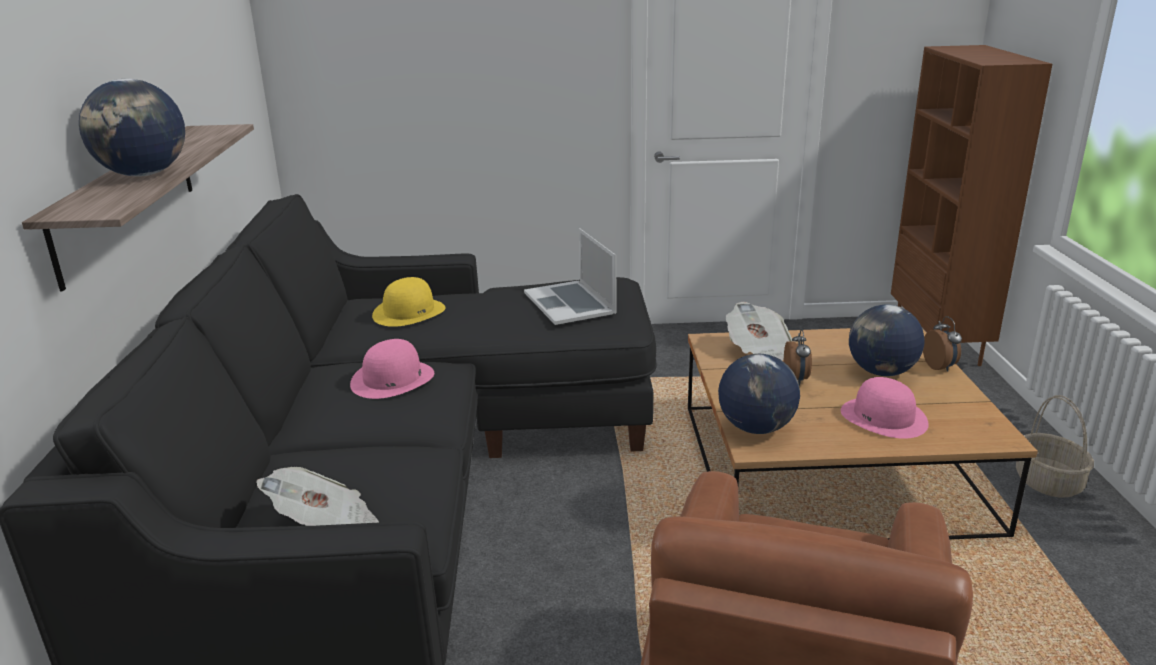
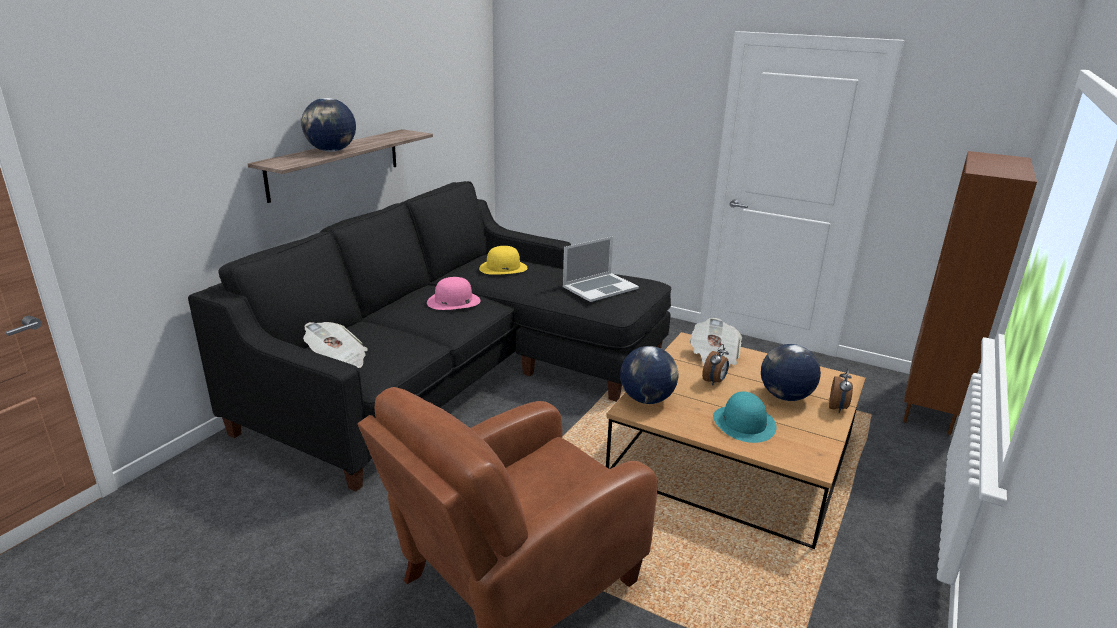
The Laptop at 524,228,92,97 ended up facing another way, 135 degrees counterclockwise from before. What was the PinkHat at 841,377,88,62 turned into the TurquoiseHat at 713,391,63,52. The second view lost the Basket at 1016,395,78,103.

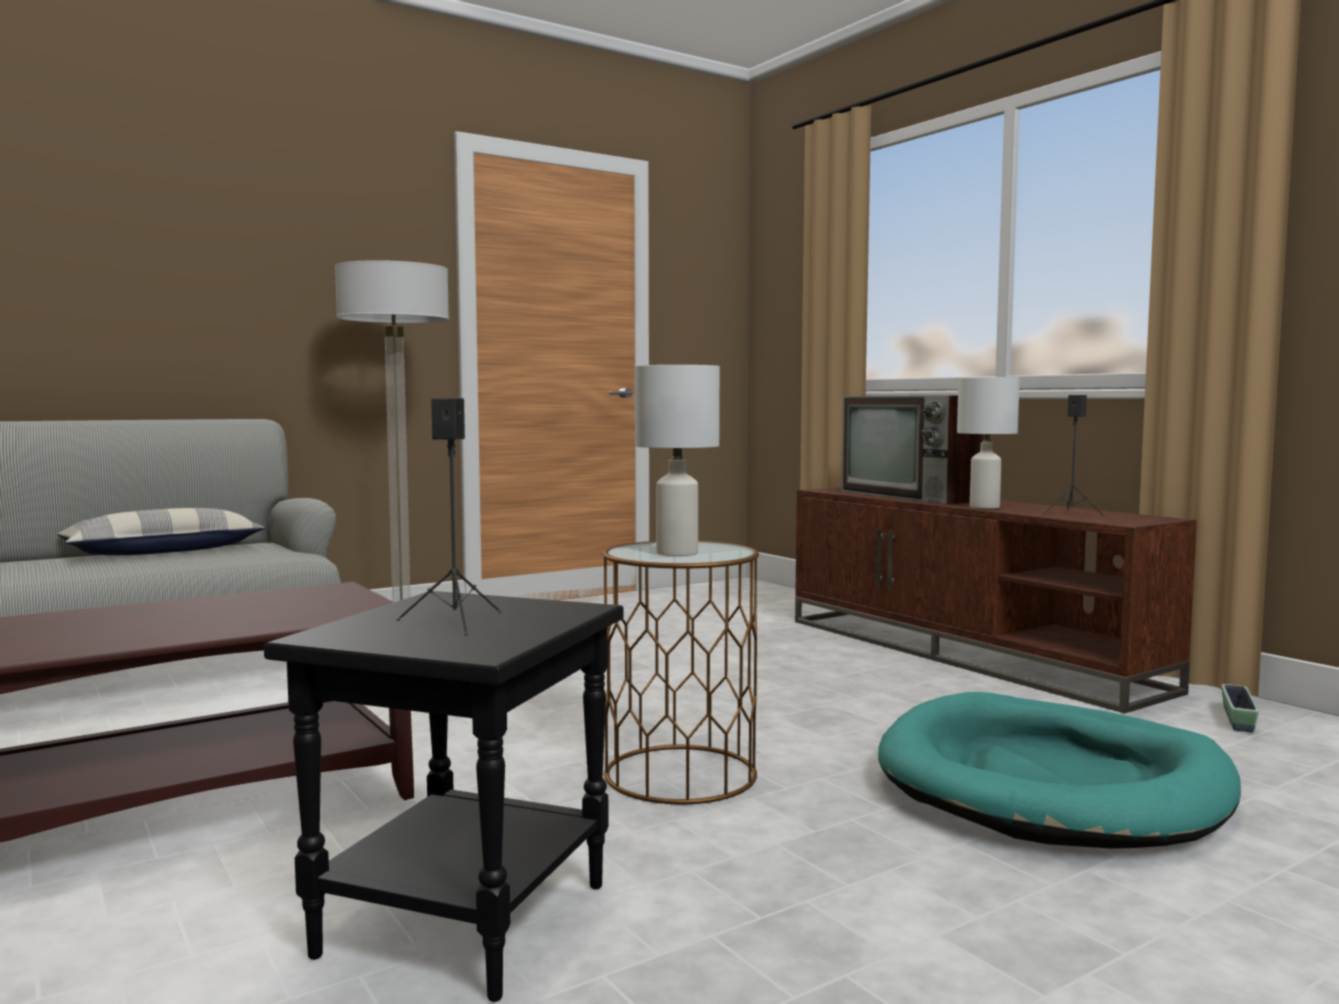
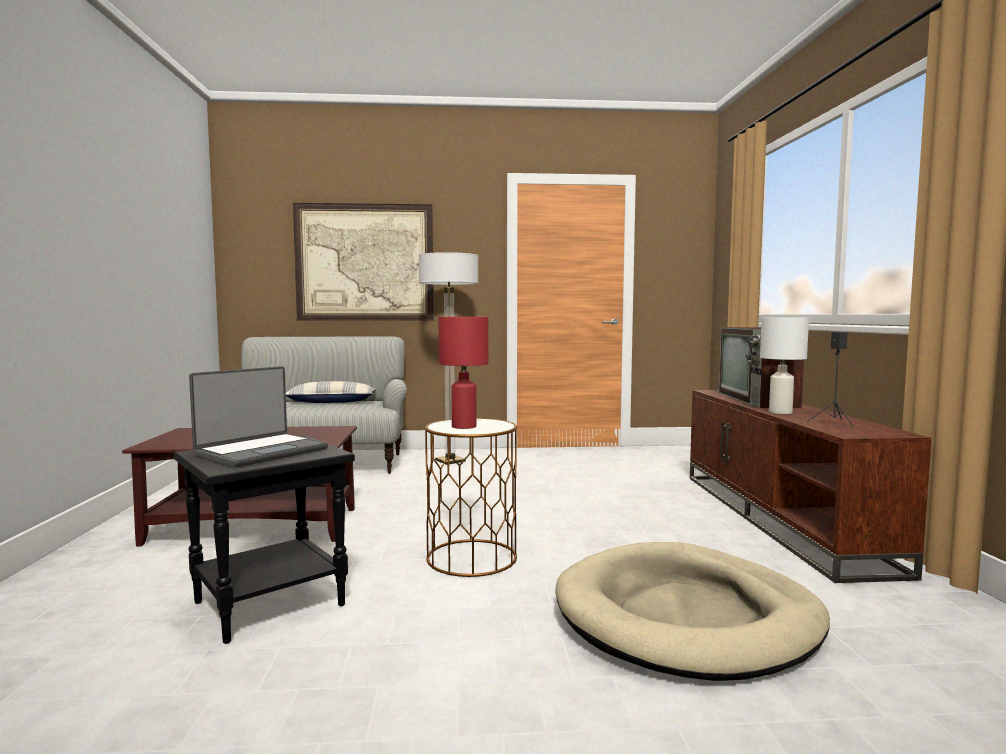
What was the WhiteTableLamp at 635,365,85,191 turned into the RedTableLamp at 438,317,50,112. Where the BlackSpeaker stood at 396,398,105,237, the Laptop came to stand at 189,366,139,102. The second view lost the Planter at 1221,684,38,48. What was the TurquoiseDogBed at 878,692,363,157 turned into the BeigeDogBed at 555,542,275,139. The second view gained the Picture at 293,203,141,118.

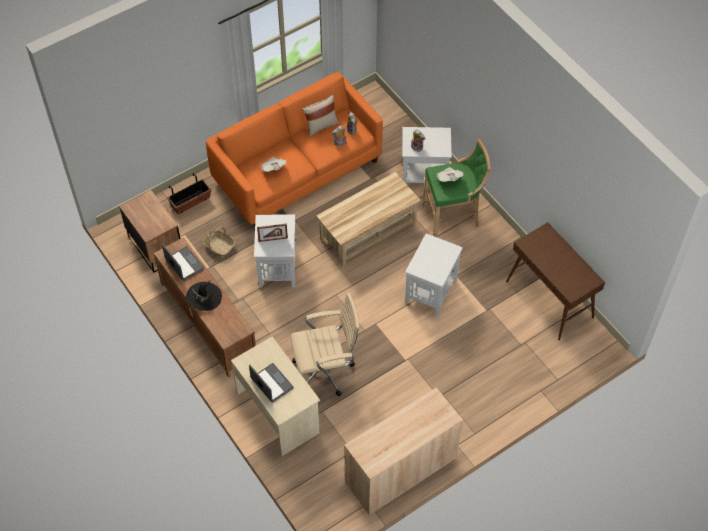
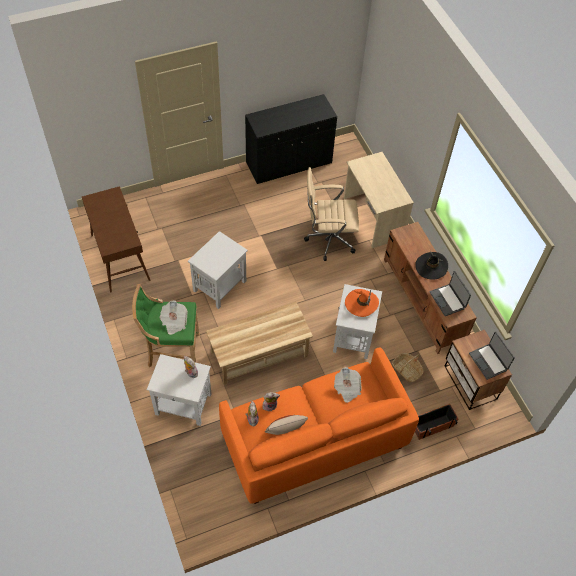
Where the PictureFrame stood at 257,223,31,19, the OrangeHat came to stand at 345,289,34,28. The Laptop ended up elsewhere, having gone from 249,363,45,39 to 469,332,46,48. What was the BeigeCabinet at 344,388,119,127 turned into the BlackCabinet at 245,94,92,90.

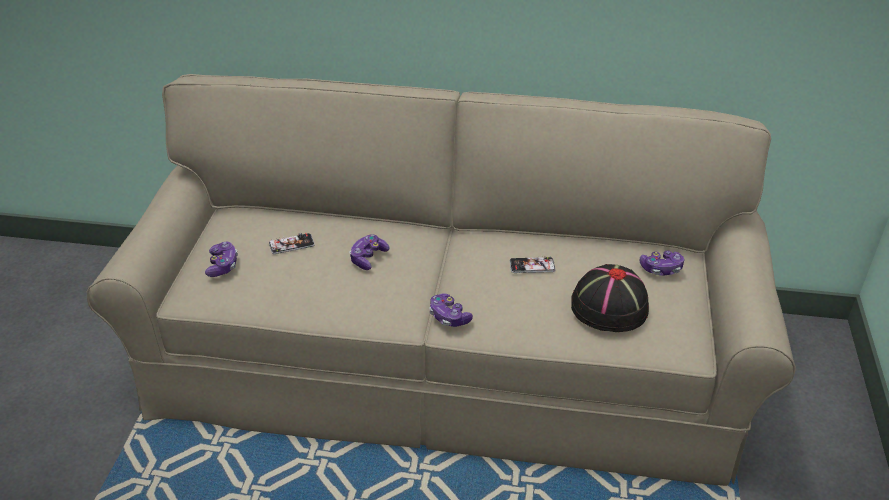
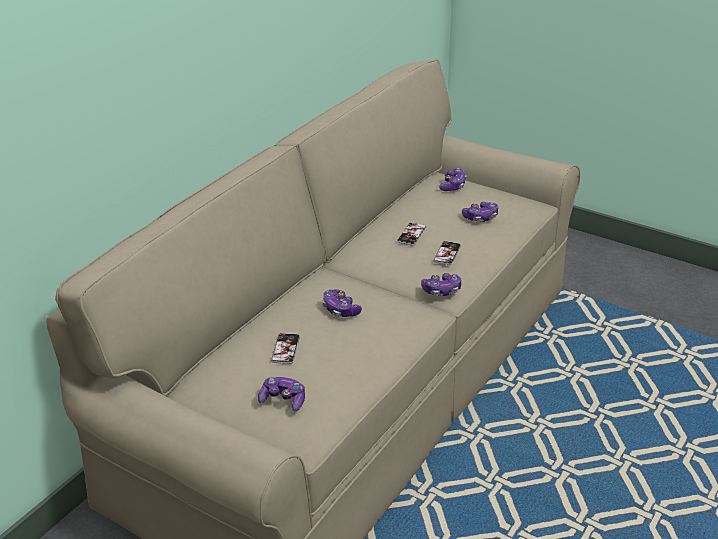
Where the BlackHat stood at 571,264,78,68, the GameController came to stand at 462,202,36,20. The second view gained the Phone at 433,241,28,24.

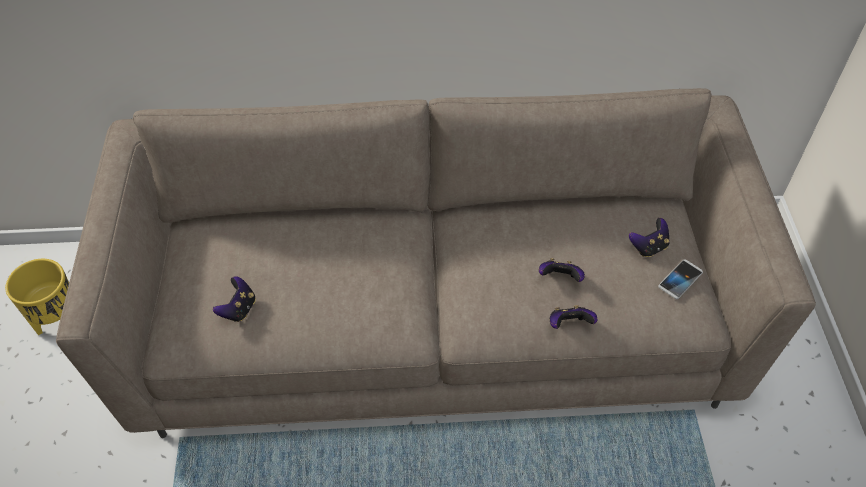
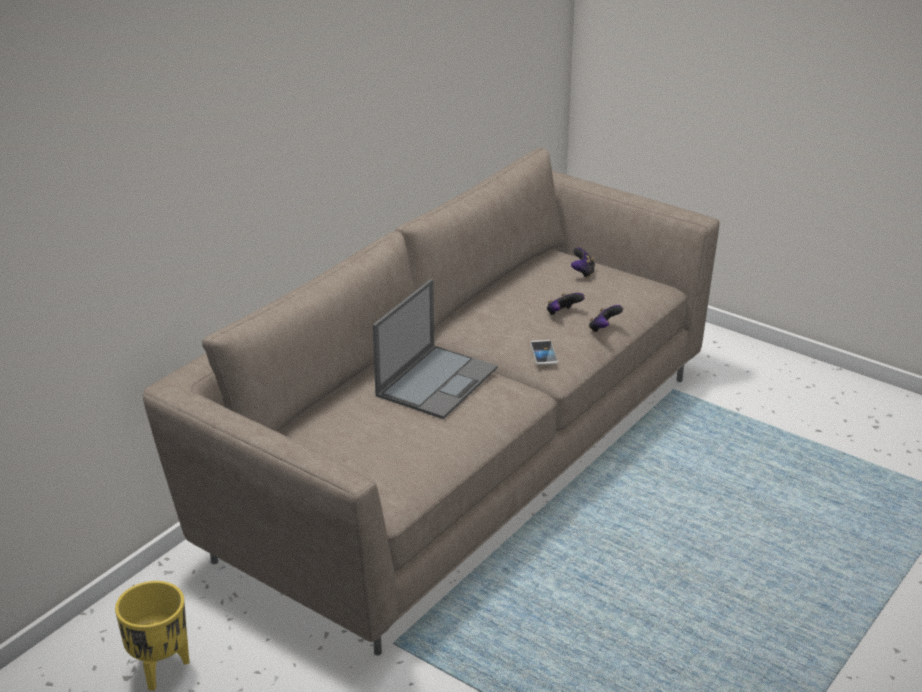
The Phone ended up elsewhere, having gone from 658,259,45,40 to 530,340,28,25. The second view lost the GameController at 213,276,43,46. The second view gained the Laptop at 373,279,125,140.

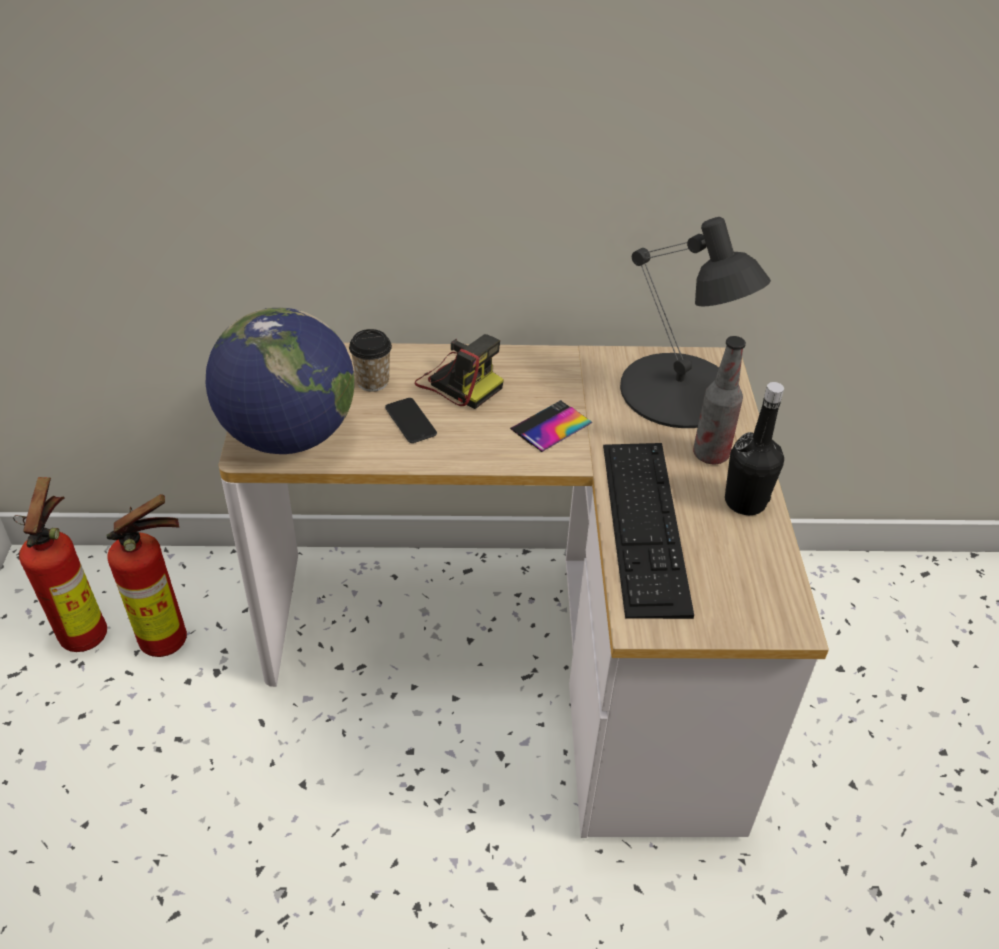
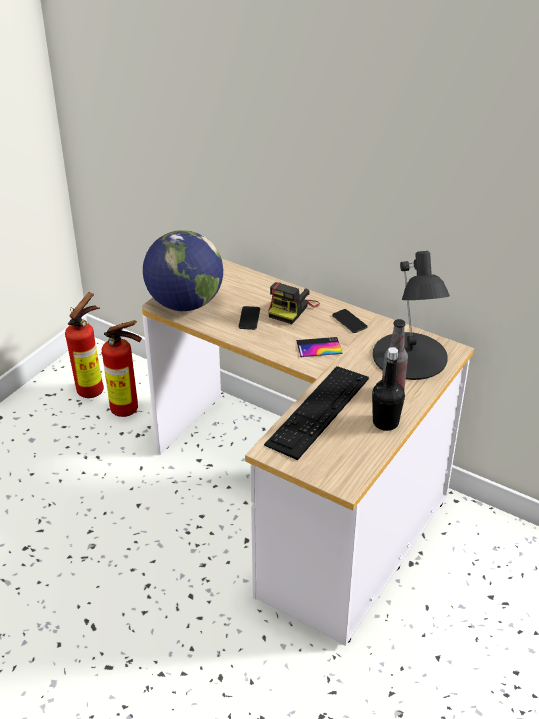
The second view lost the Cup at 349,329,43,63. The PhotoCamera at 415,334,89,75 ended up facing another way, 45 degrees clockwise from before. The second view gained the Phone at 332,309,36,24.

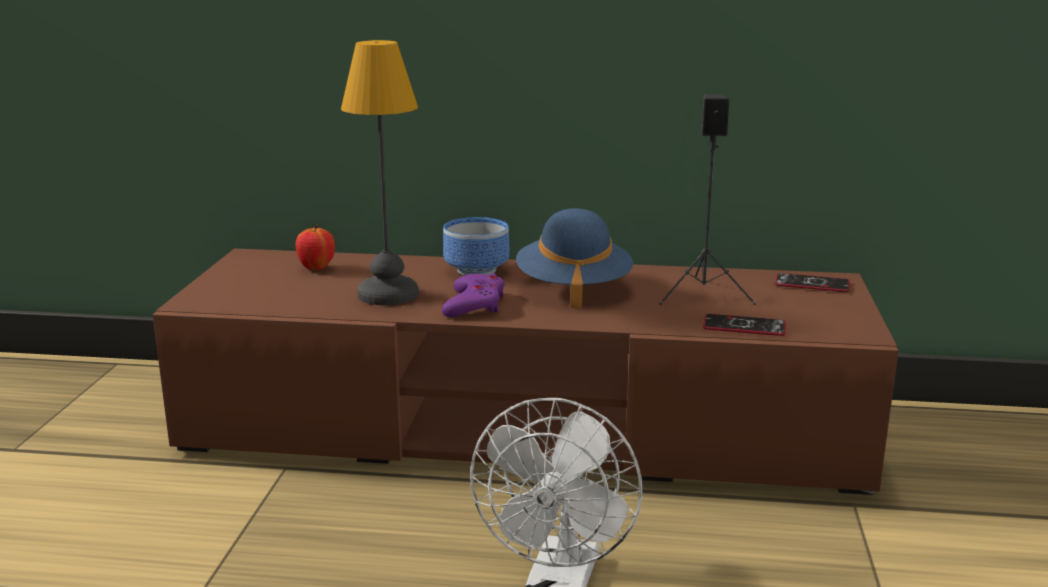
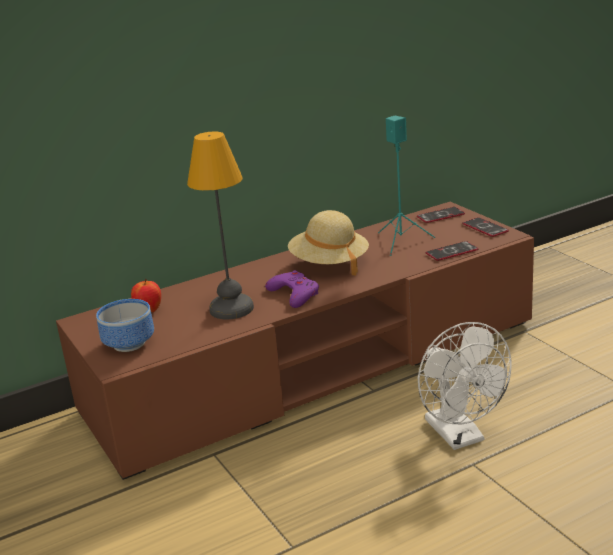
What was the BlackSpeaker at 659,94,97,211 turned into the TurquoiseSpeaker at 378,116,57,140. What was the BlueHat at 516,208,117,102 turned into the BeigeHat at 288,210,81,65. The Bowl ended up elsewhere, having gone from 443,217,67,59 to 96,299,58,53. The second view gained the Phone at 462,217,47,20.

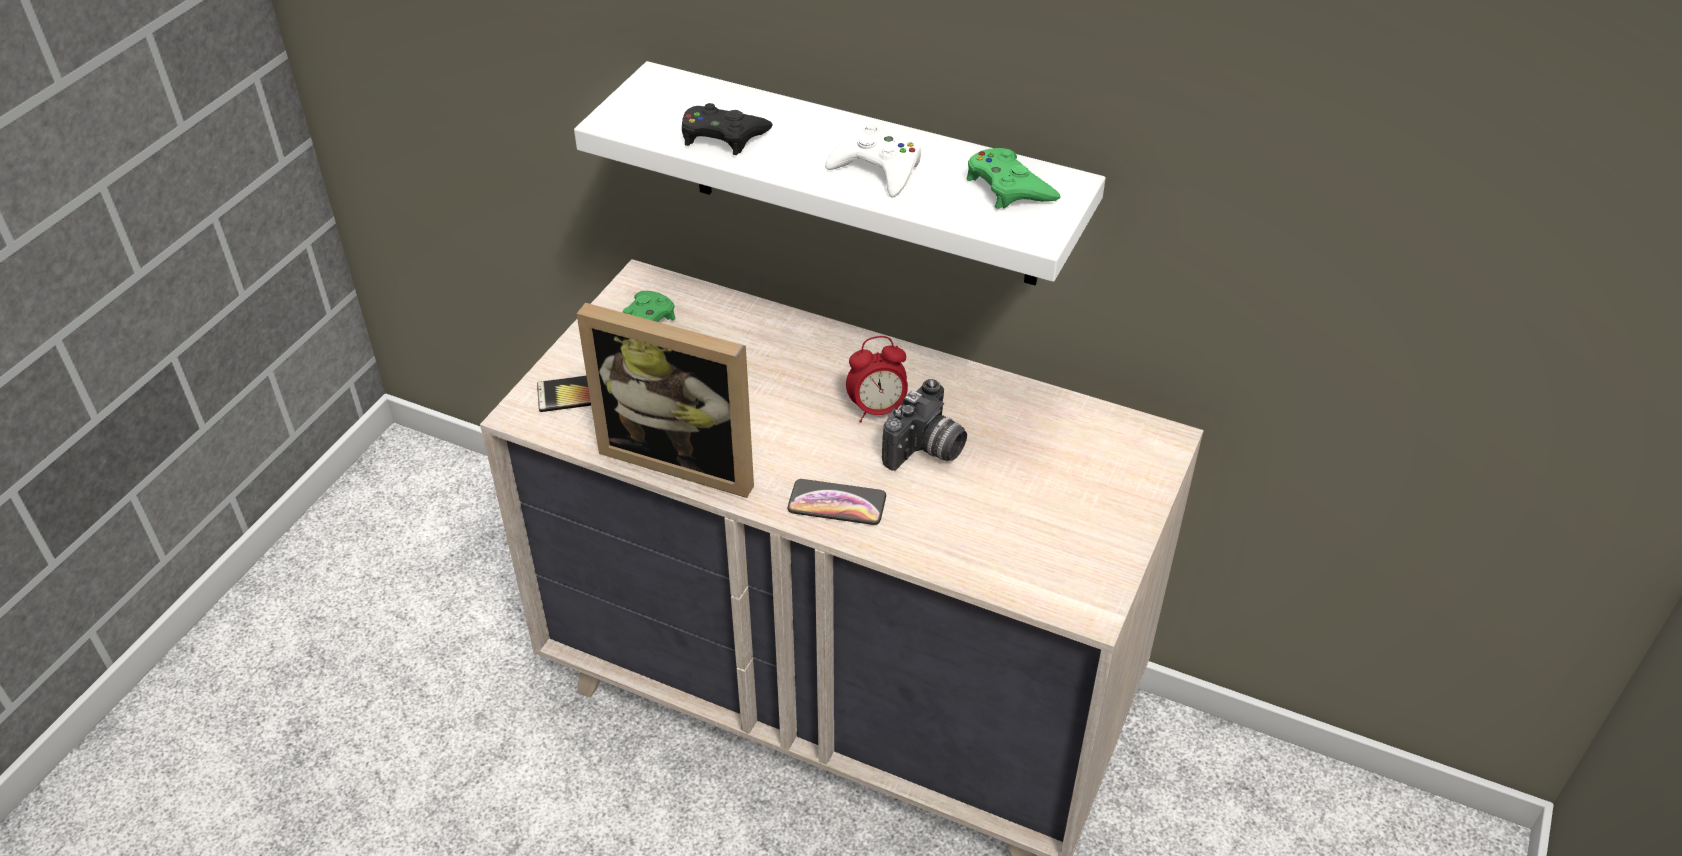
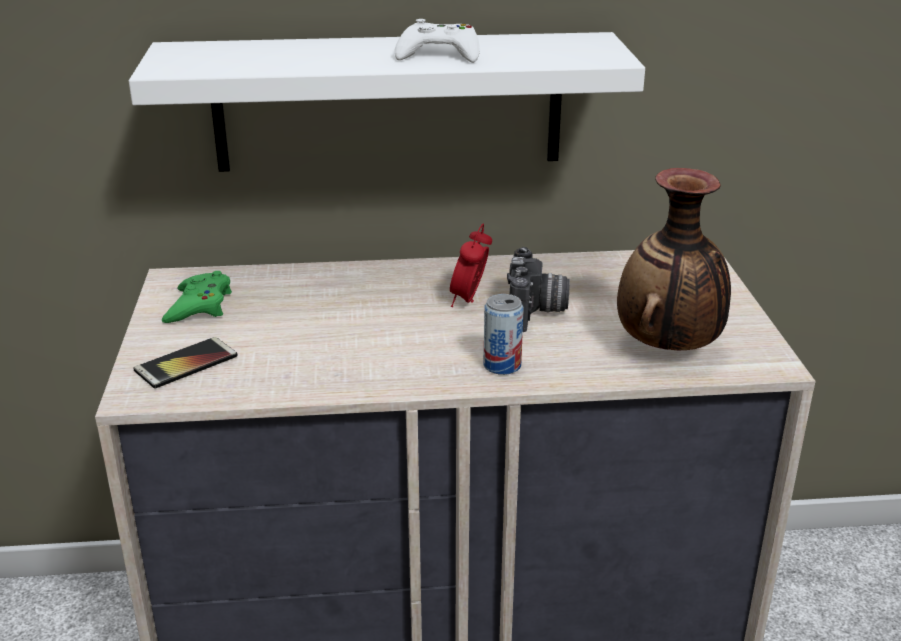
The second view lost the BlackGameController at 682,103,91,52. The second view lost the GreenGameController at 966,148,95,61. The second view lost the PictureFrame at 576,303,178,195. The AlarmClock at 846,336,62,86 ended up facing another way, 150 degrees clockwise from before. Where the Phone stood at 788,479,98,46, the Can came to stand at 483,294,41,81. The second view gained the Vase at 617,168,114,182.

